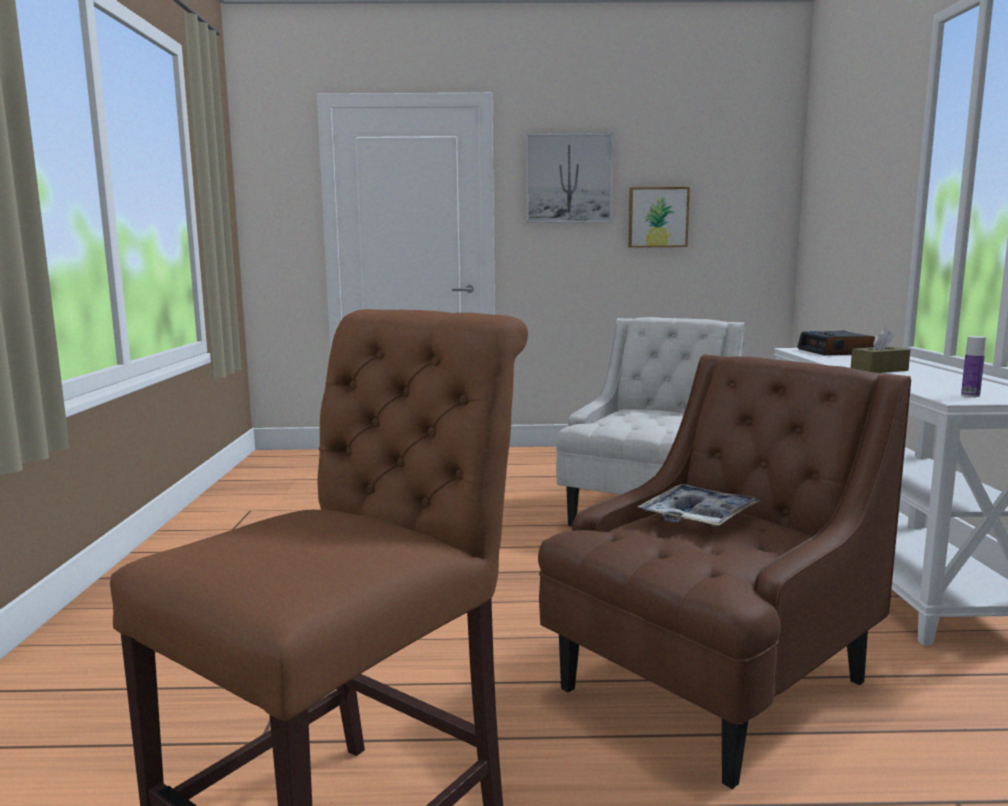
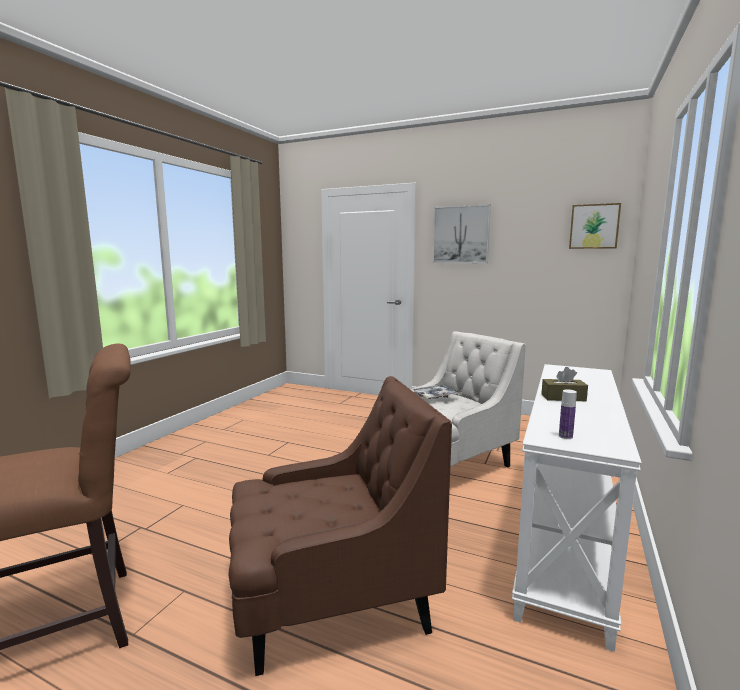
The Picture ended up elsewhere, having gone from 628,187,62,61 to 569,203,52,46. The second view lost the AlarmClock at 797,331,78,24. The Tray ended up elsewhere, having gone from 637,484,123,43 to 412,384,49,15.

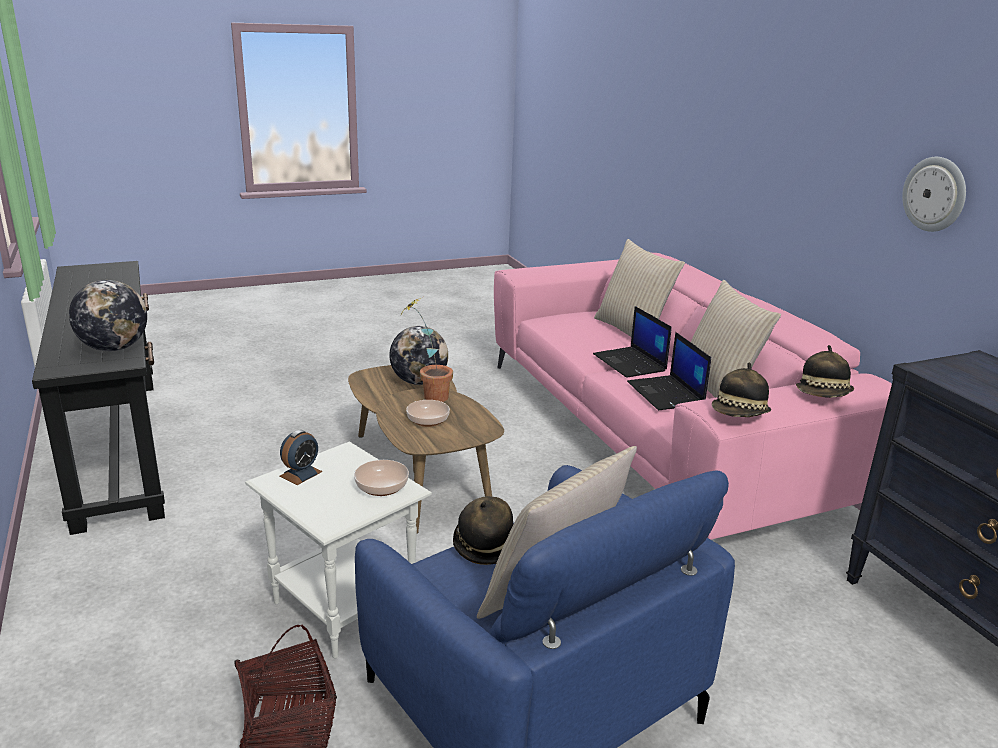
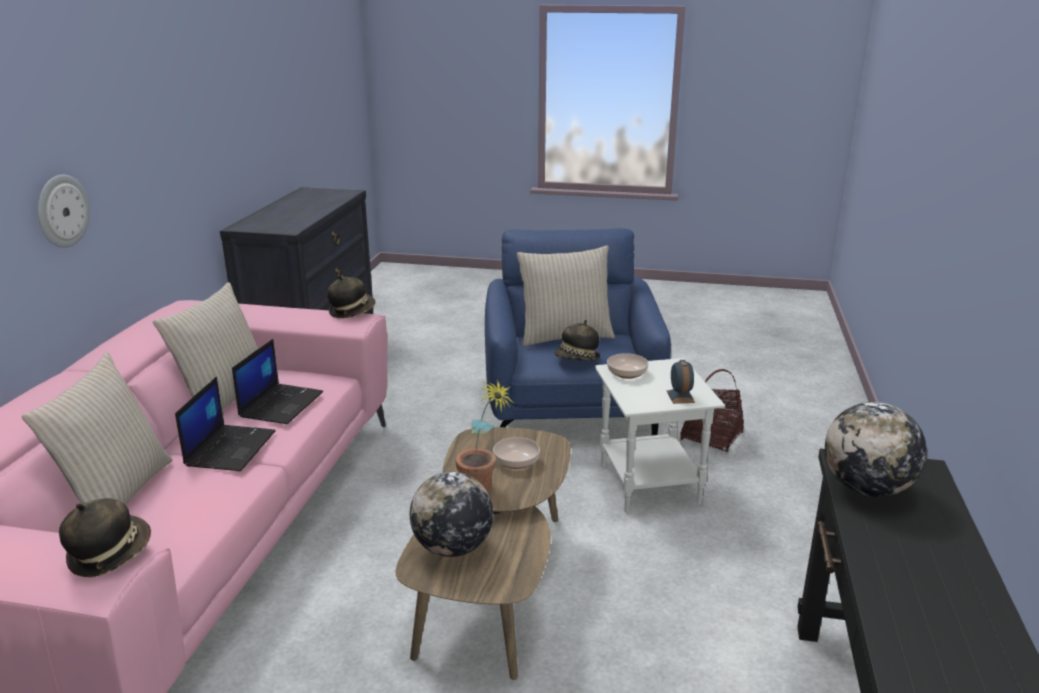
The WallClock ended up elsewhere, having gone from 902,157,64,75 to 38,175,52,73. The Hat ended up elsewhere, having gone from 796,345,58,53 to 59,498,92,79. The AlarmClock at 279,430,44,55 ended up facing another way, 105 degrees clockwise from before.

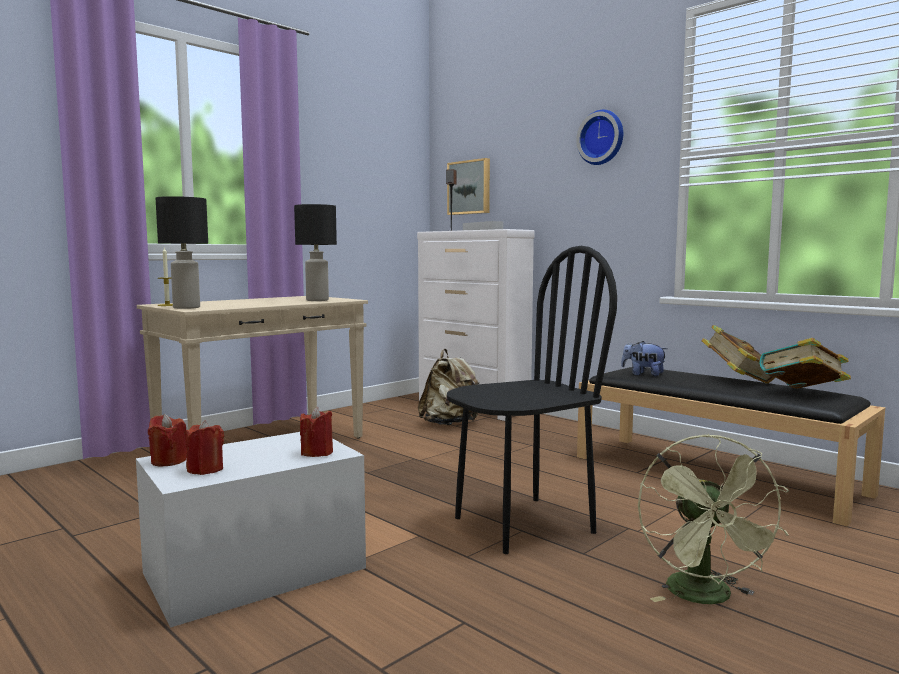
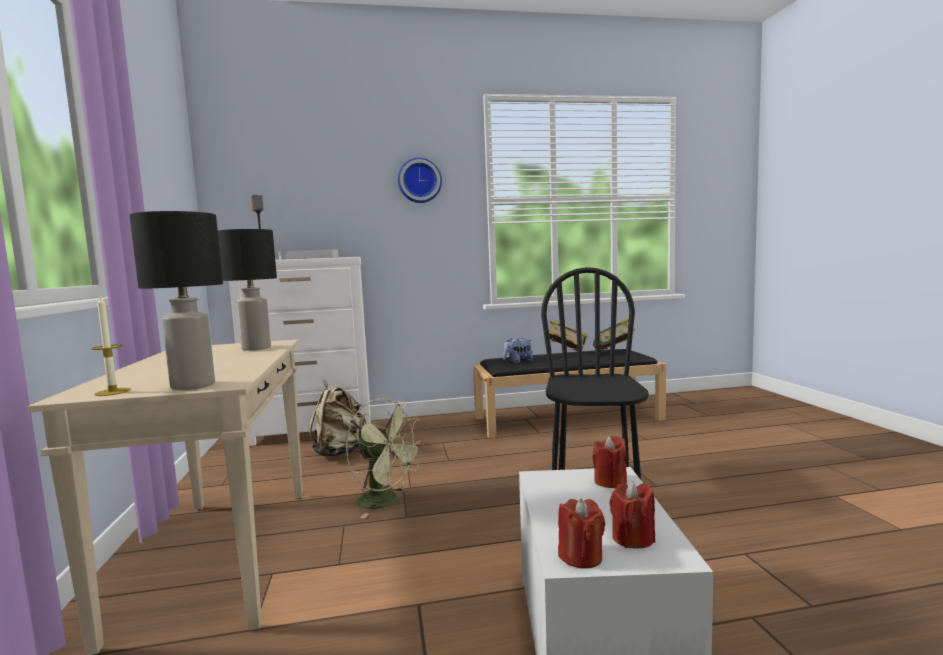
The second view lost the Picture at 447,158,43,57. The GreenFan ended up elsewhere, having gone from 638,434,151,170 to 346,398,78,120.

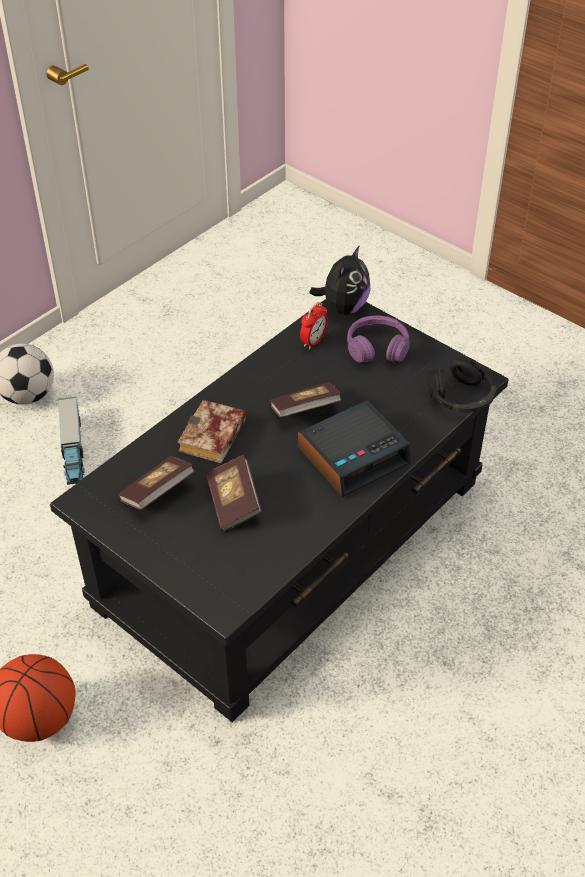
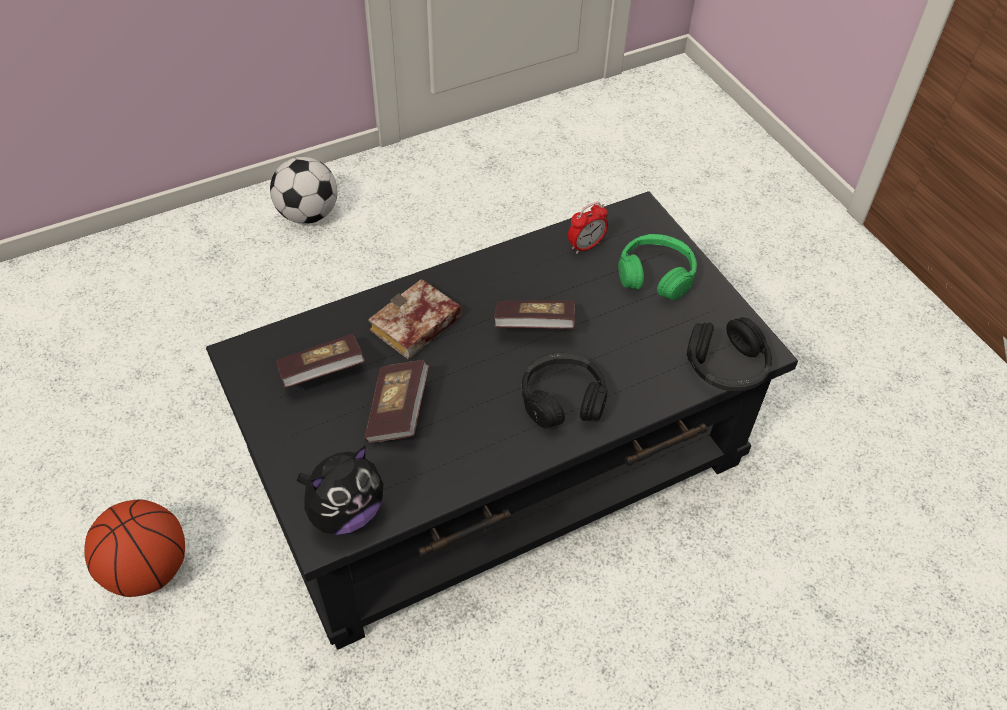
The PlushToy ended up elsewhere, having gone from 309,245,62,70 to 297,445,86,90. What was the PurpleHeadphones at 347,316,63,46 turned into the GreenHeadphones at 618,234,79,66. The second view lost the ToyTruck at 58,397,27,88. Where the AlarmClock stood at 298,400,113,97, the BlackHeadphones came to stand at 522,352,86,76.

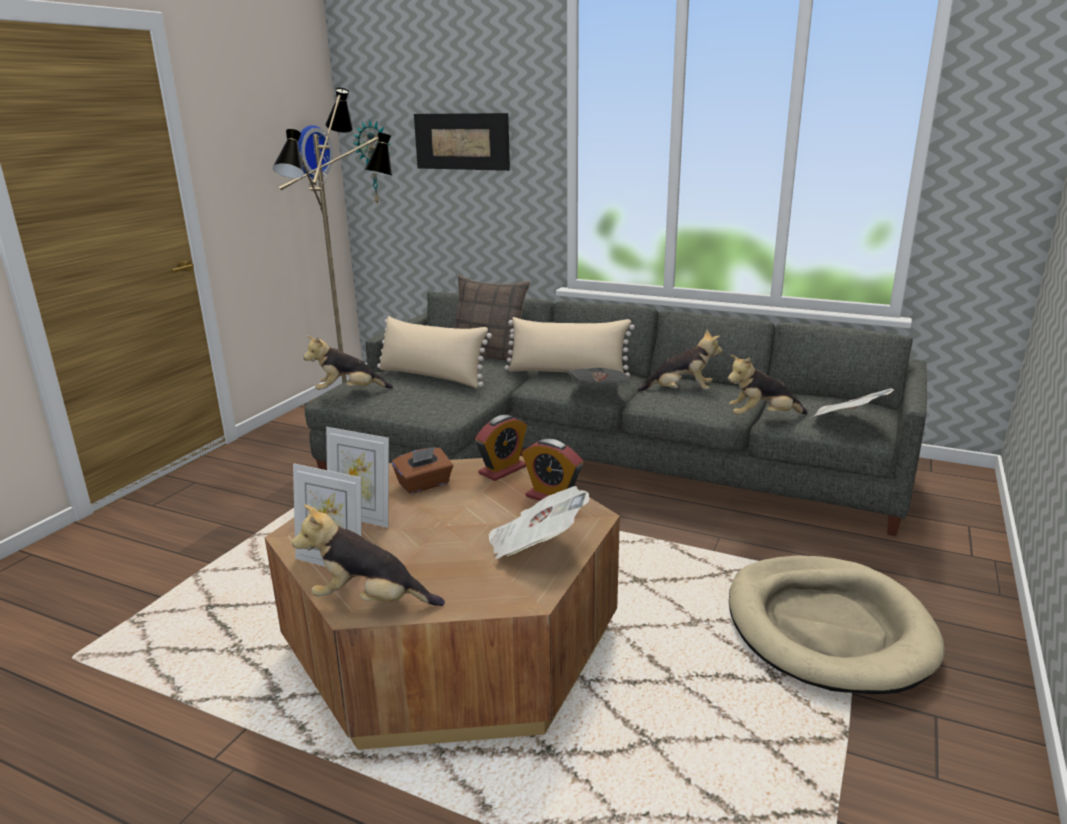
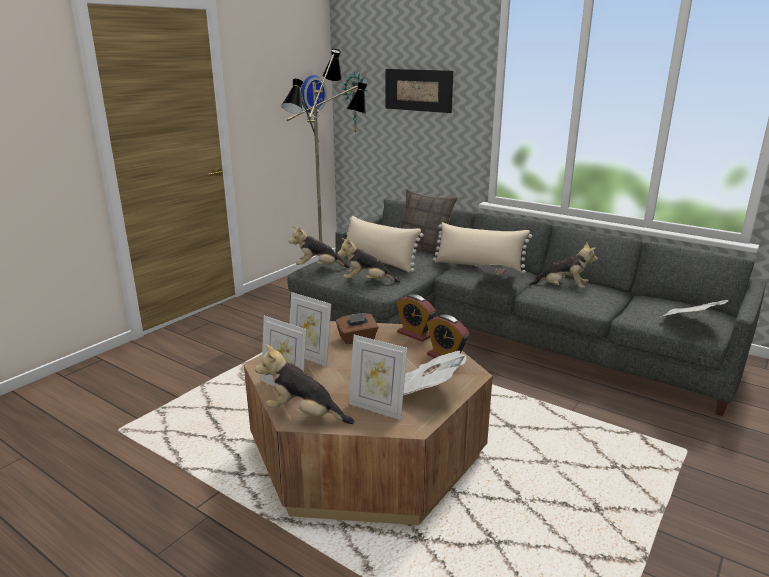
The PlushToy ended up elsewhere, having gone from 727,355,81,60 to 337,238,63,45. The AlarmClock at 475,415,52,66 ended up facing another way, 75 degrees clockwise from before. The second view lost the BeigeDogBed at 729,555,216,139. The second view gained the PictureFrame at 349,335,59,85.

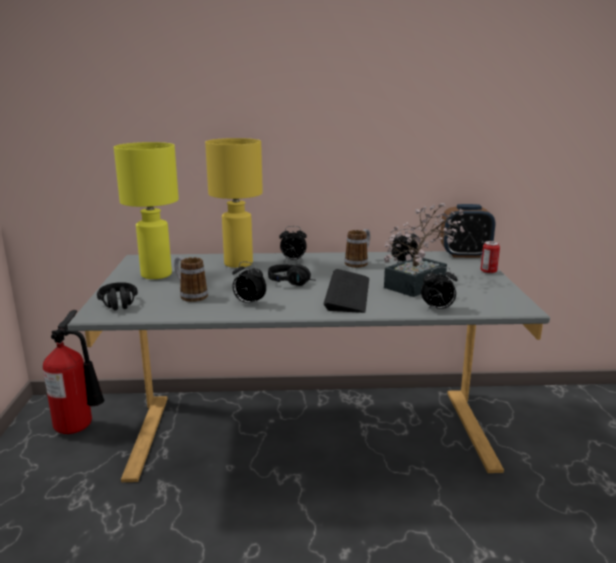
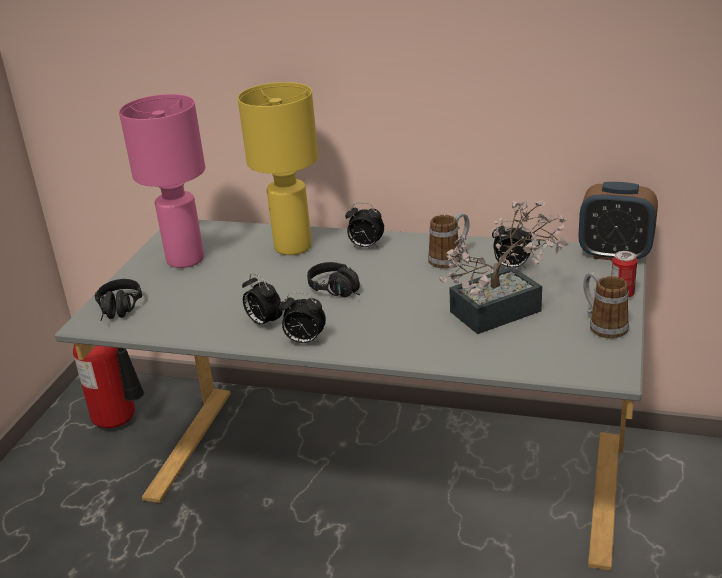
What was the YellowTableLamp at 114,142,65,137 turned into the PinkTableLamp at 119,94,86,174. The Mug ended up elsewhere, having gone from 174,257,34,45 to 583,272,46,66. The AlarmClock ended up elsewhere, having gone from 421,267,37,44 to 279,292,47,51. The second view lost the Keyboard at 324,269,45,44.

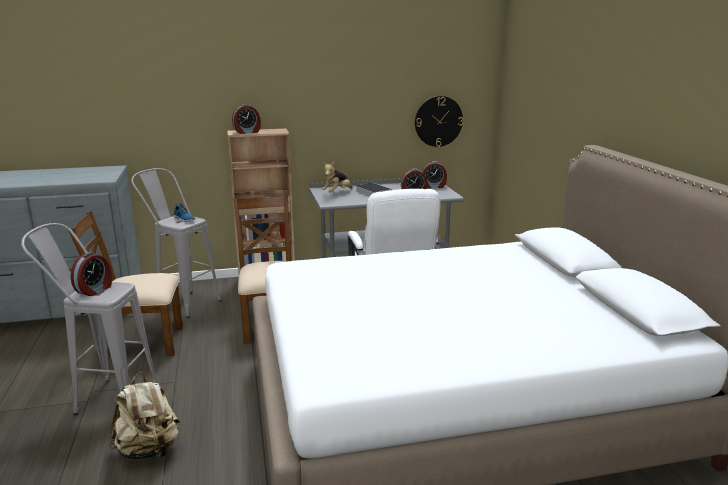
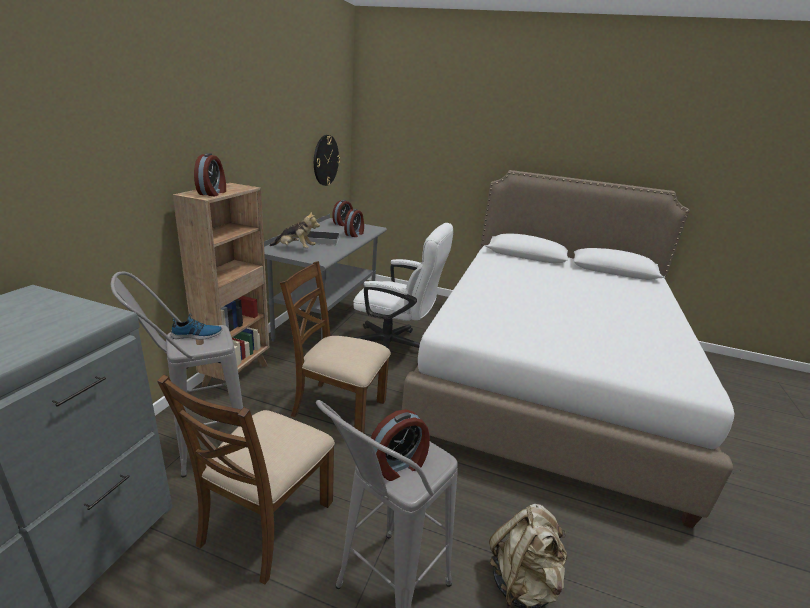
The PlushToy at 322,162,30,31 ended up facing another way, 60 degrees counterclockwise from before. The AlarmClock at 71,252,41,44 ended up facing another way, 90 degrees clockwise from before.

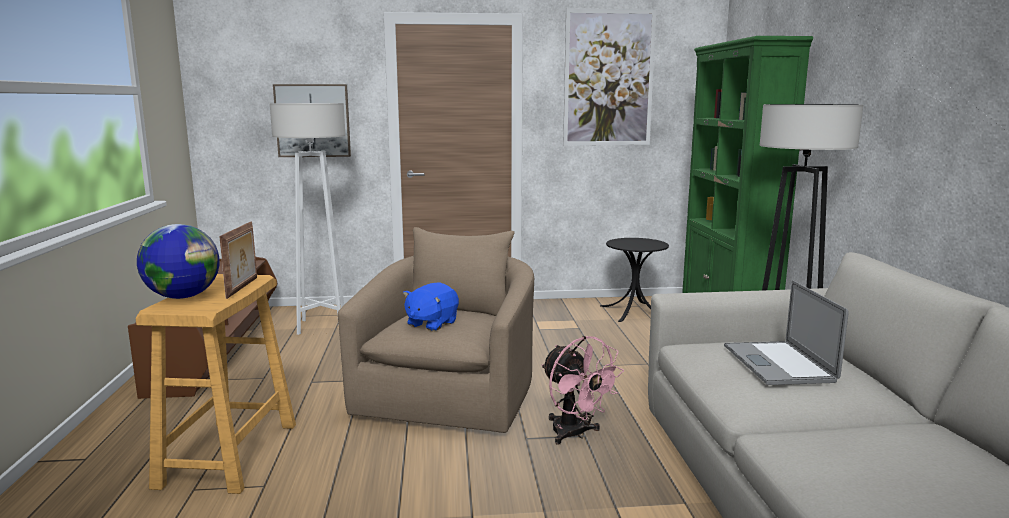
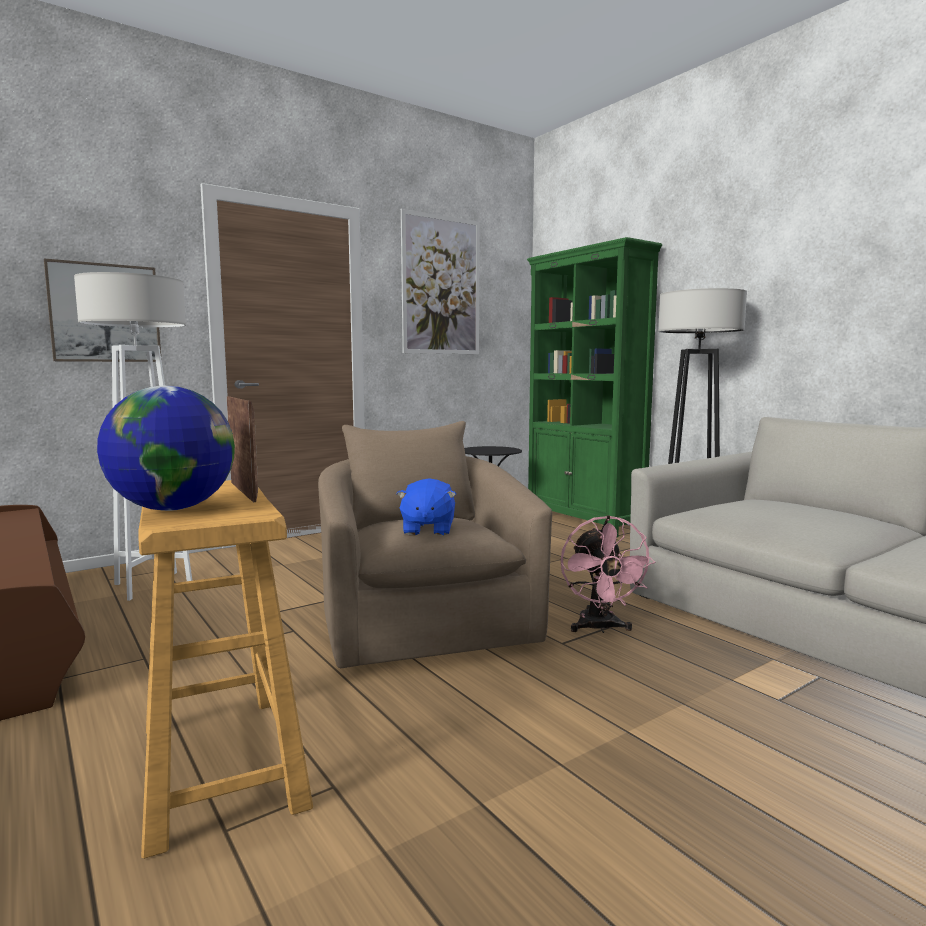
The second view lost the Laptop at 724,280,125,105. The PinkFan at 541,336,83,109 ended up facing another way, 60 degrees clockwise from before.

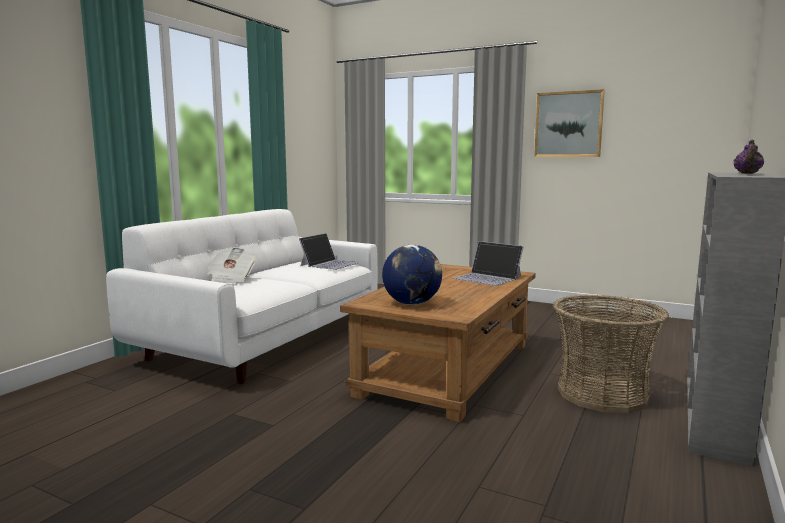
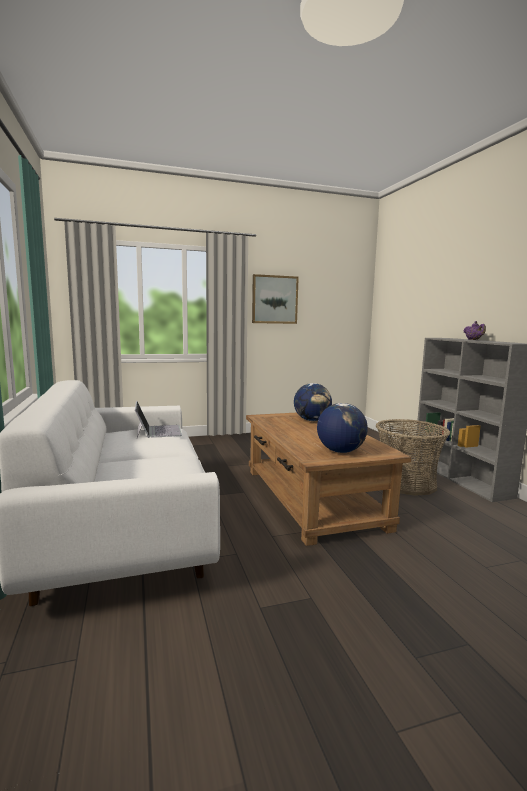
Where the Laptop stood at 453,241,71,45, the Globe came to stand at 294,383,38,38. The second view lost the Newspaper at 207,247,50,37.

